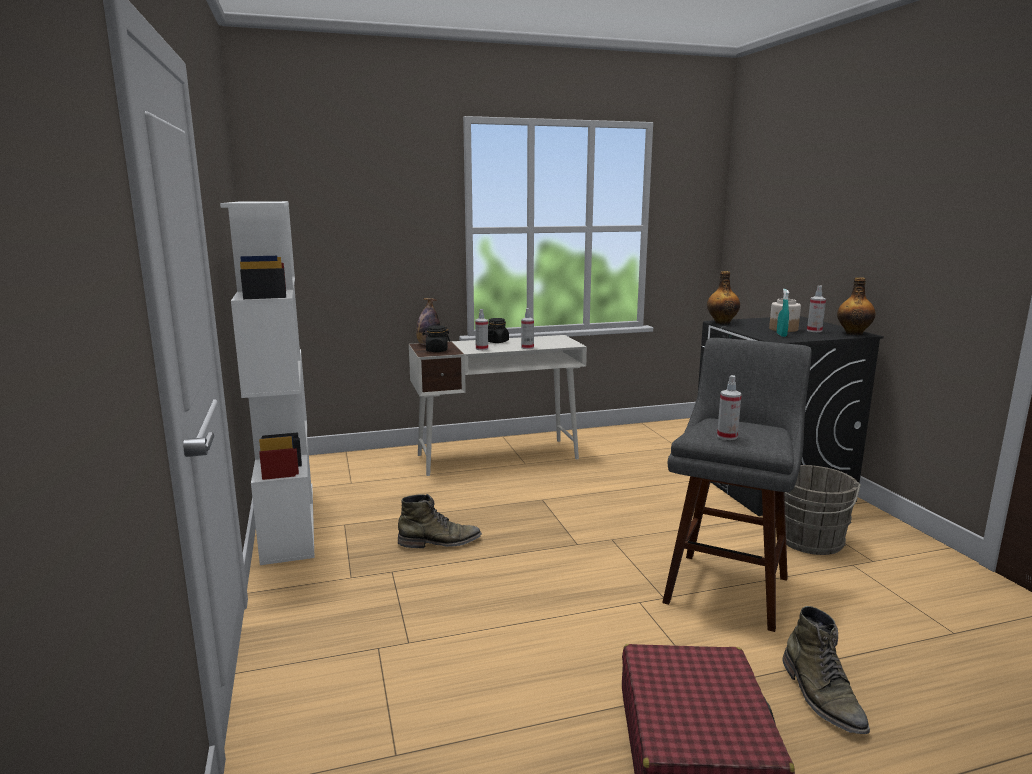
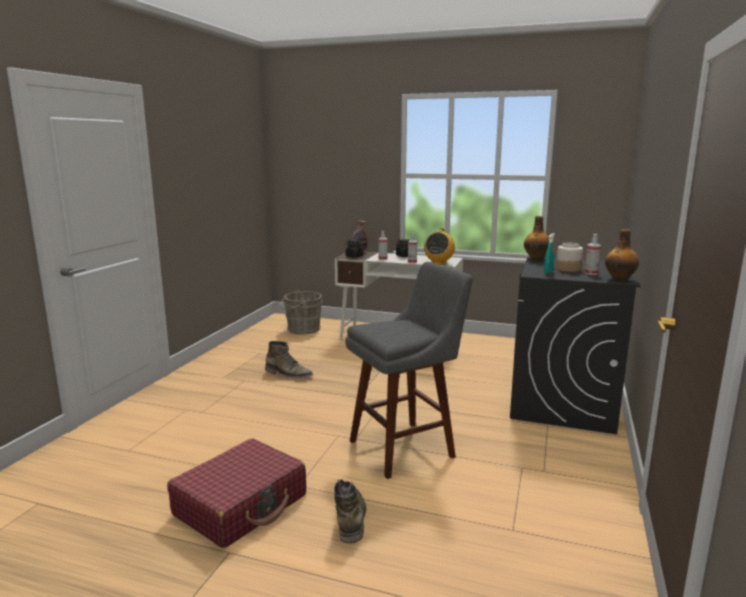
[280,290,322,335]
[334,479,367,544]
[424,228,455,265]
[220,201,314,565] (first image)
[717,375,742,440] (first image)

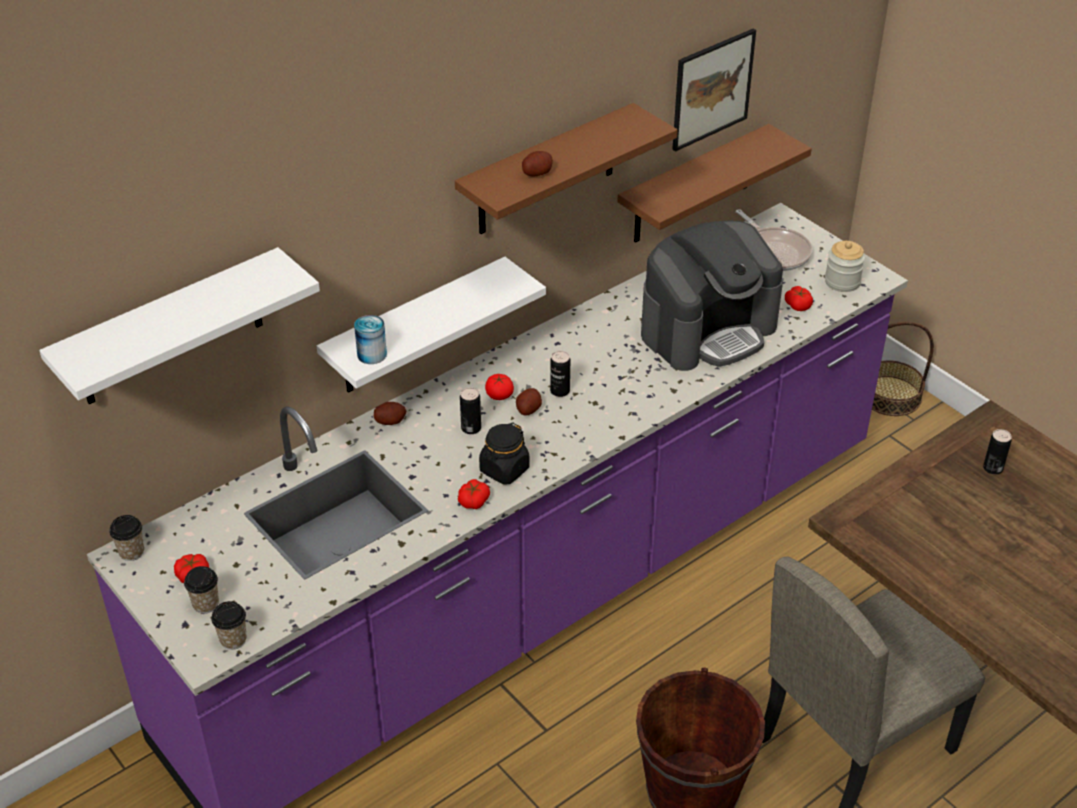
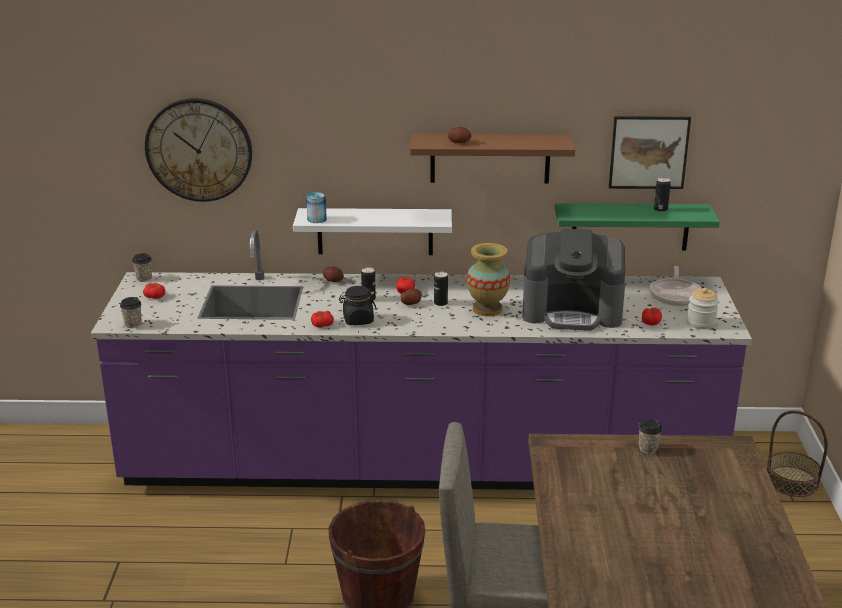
[145,98,252,202]
[467,243,510,316]
[555,203,720,250]
[638,419,662,454]
[654,177,671,212]

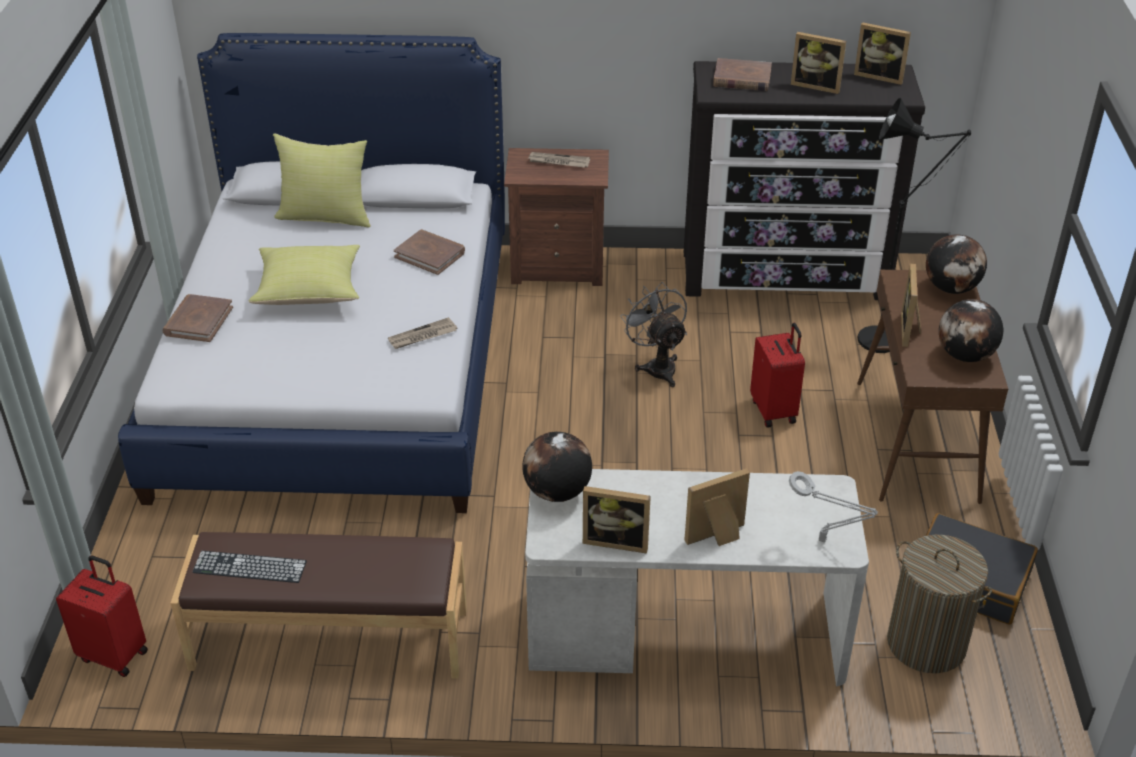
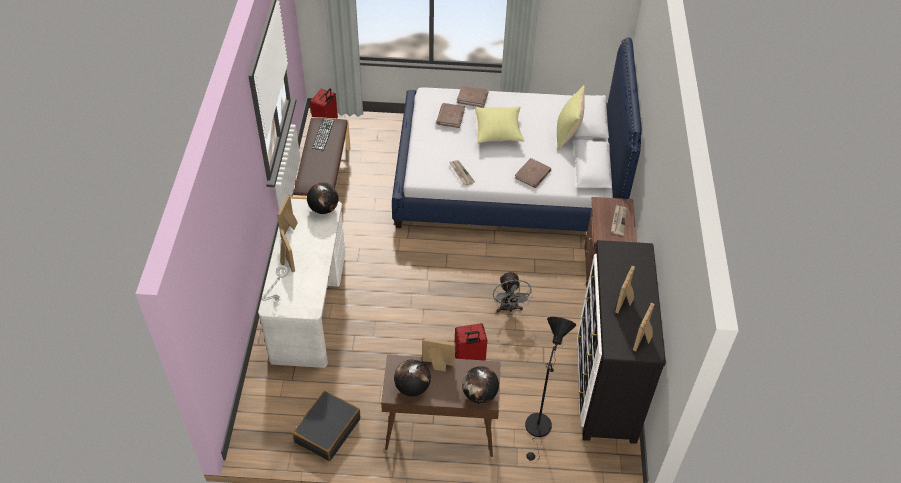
[436,103,465,128]
[493,271,533,313]
[887,534,992,673] (first image)

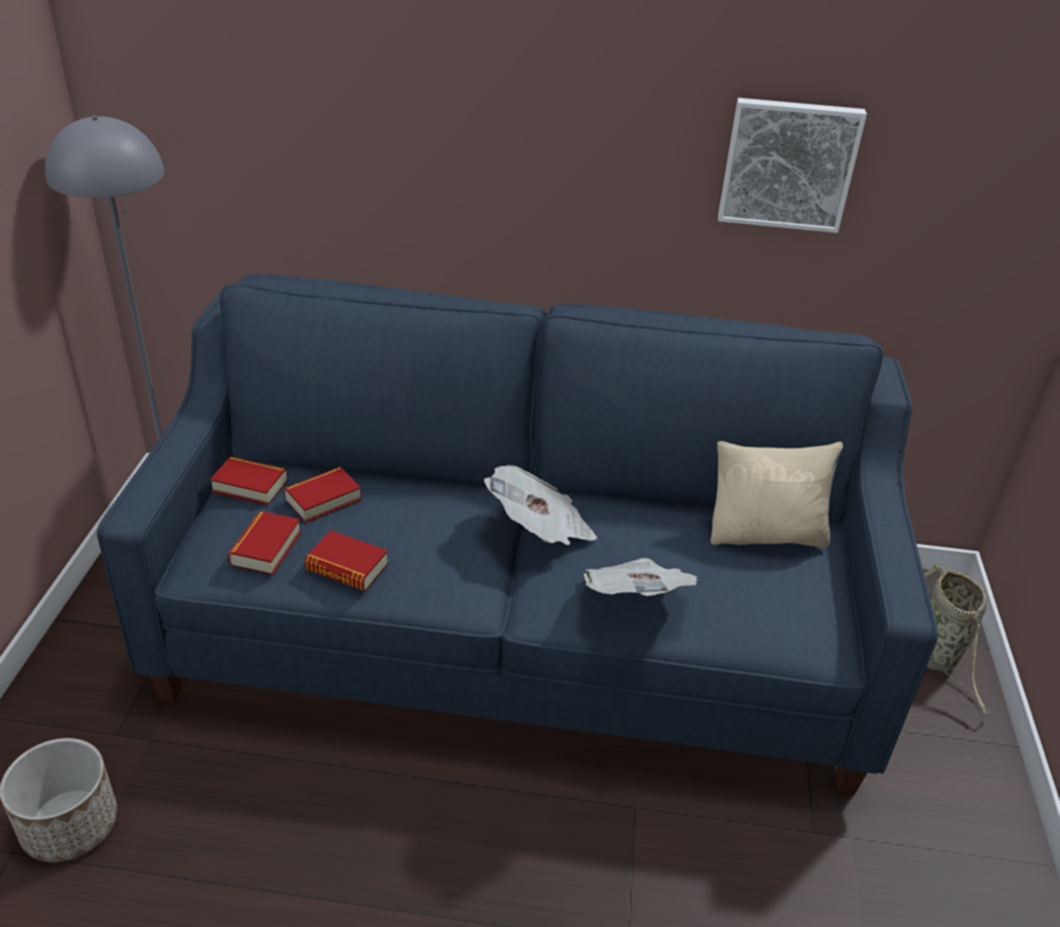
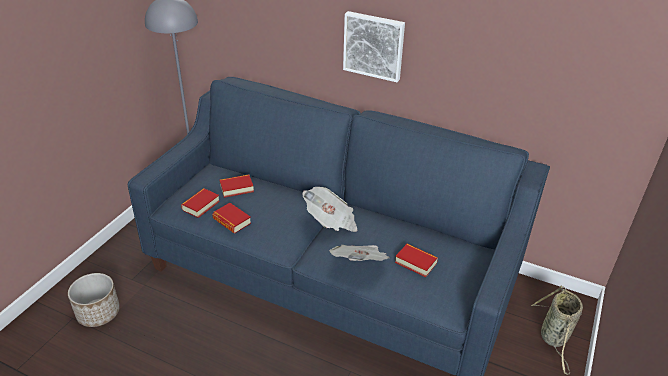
[343,11,405,82]
[395,244,438,277]
[711,441,843,548] (first image)

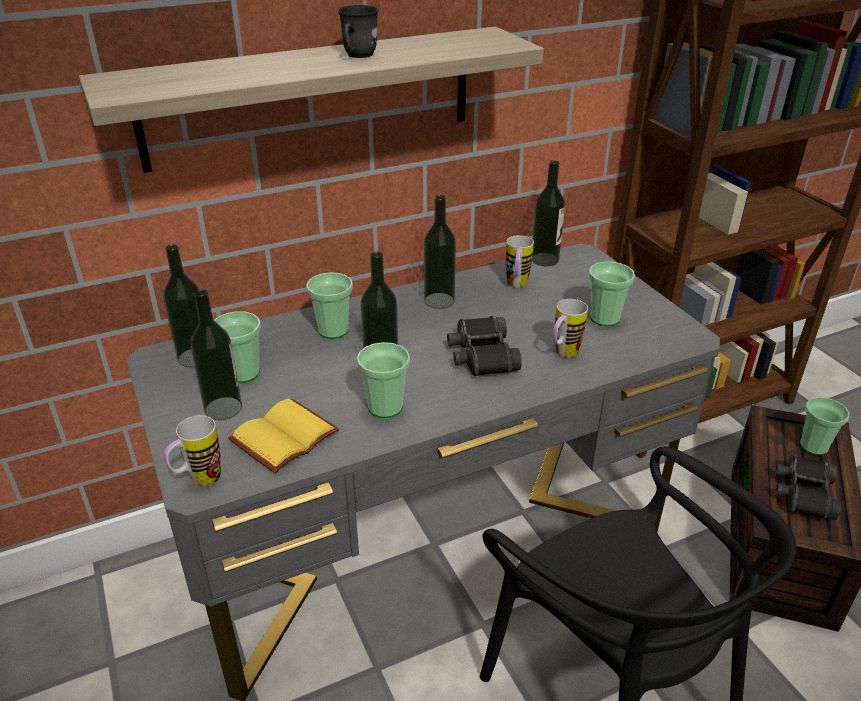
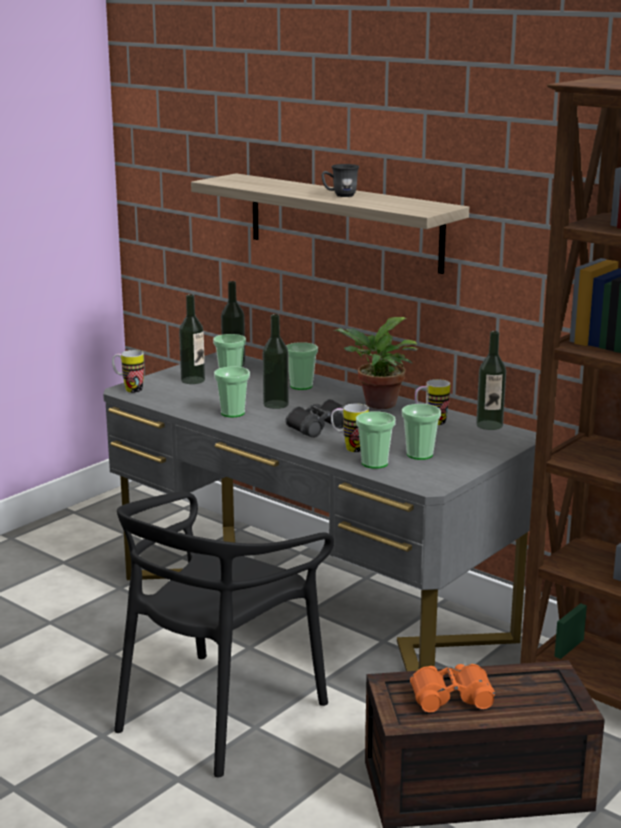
[334,317,418,409]
[356,411,396,469]
[410,664,495,712]
[228,399,339,473] (first image)

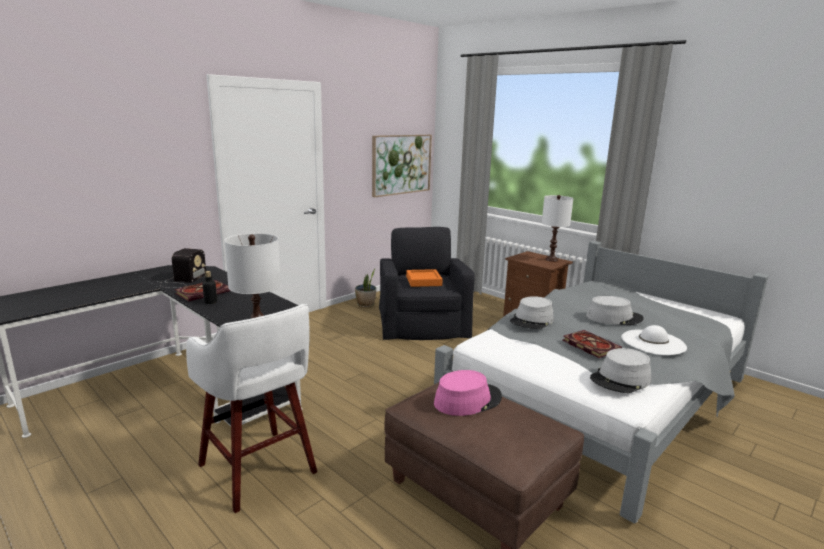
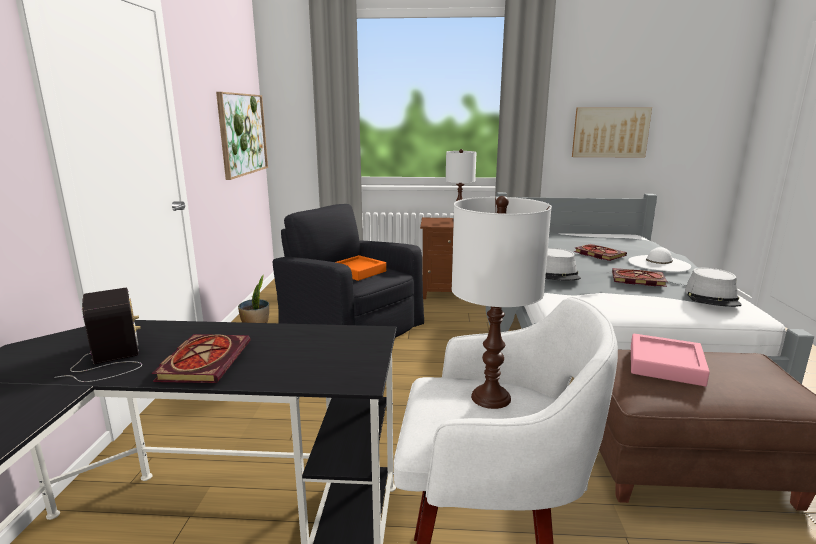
[572,108,652,158]
[574,244,627,261]
[631,334,710,386]
[202,271,217,304] (first image)

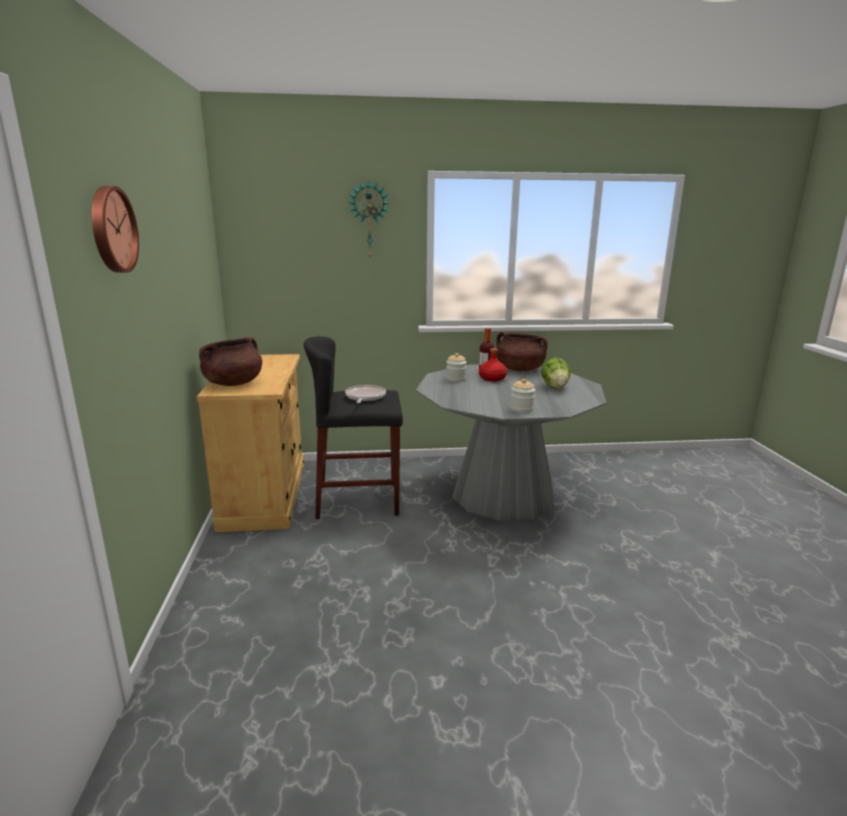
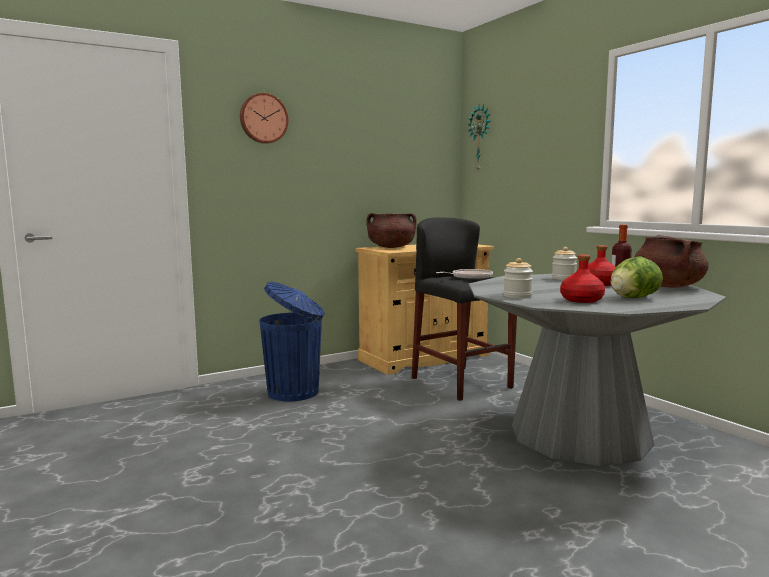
[259,282,325,402]
[468,104,491,170]
[560,254,605,303]

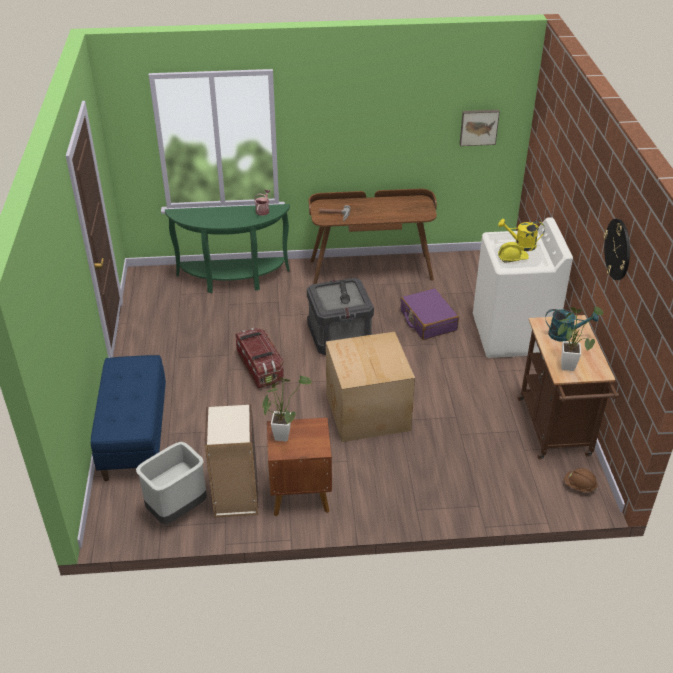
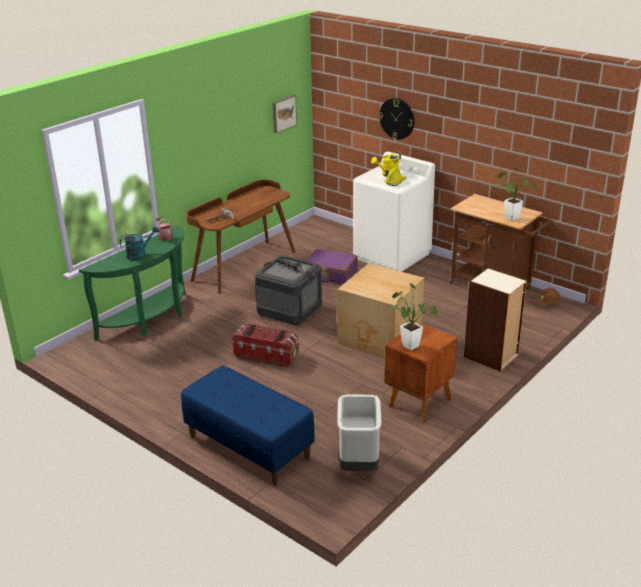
[120,226,159,260]
[379,98,414,140]
[464,268,527,372]

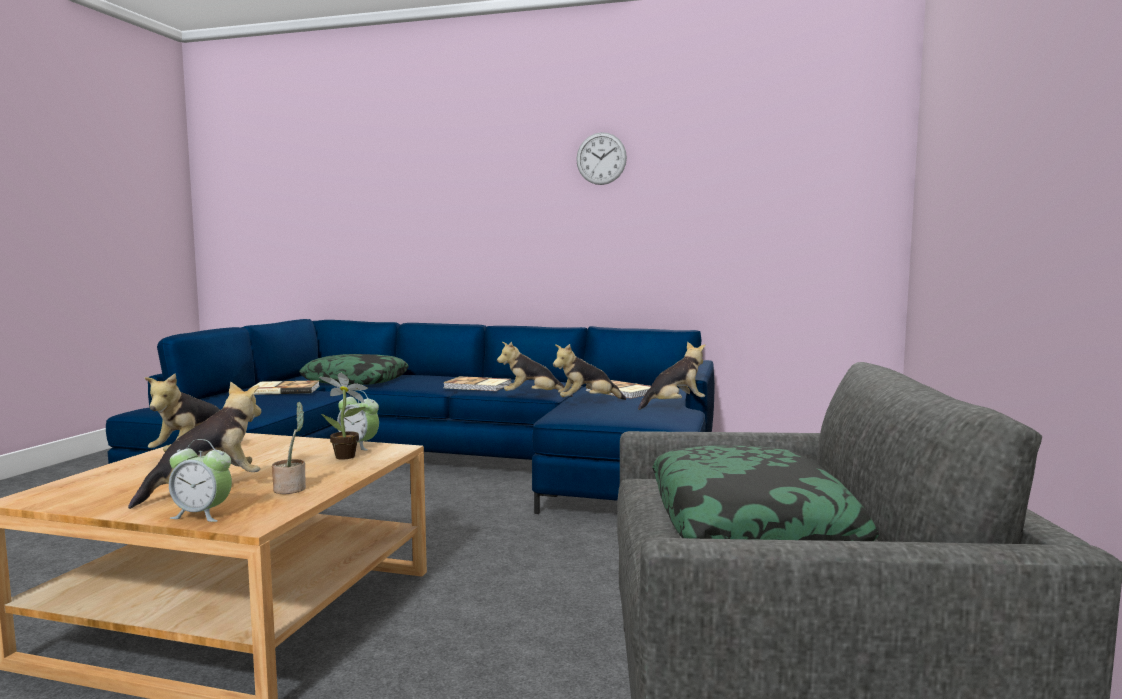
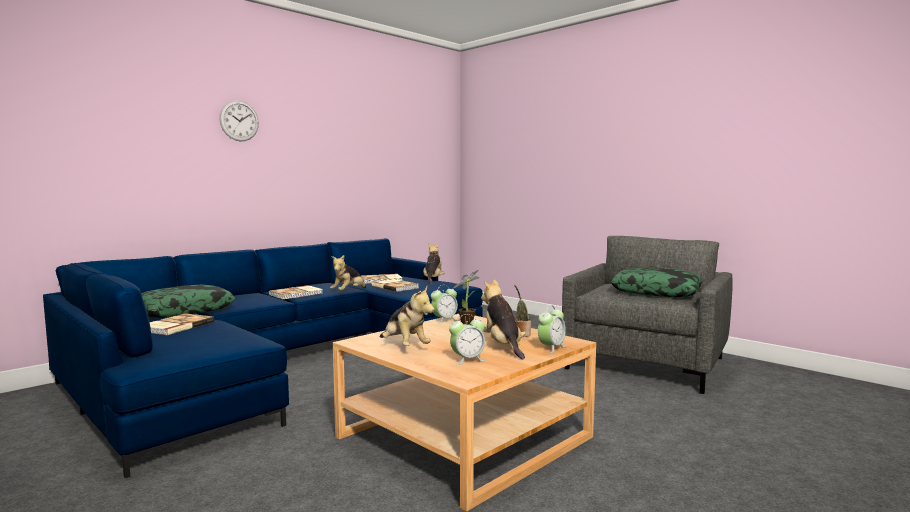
[219,101,259,141]
[372,279,419,292]
[449,314,485,365]

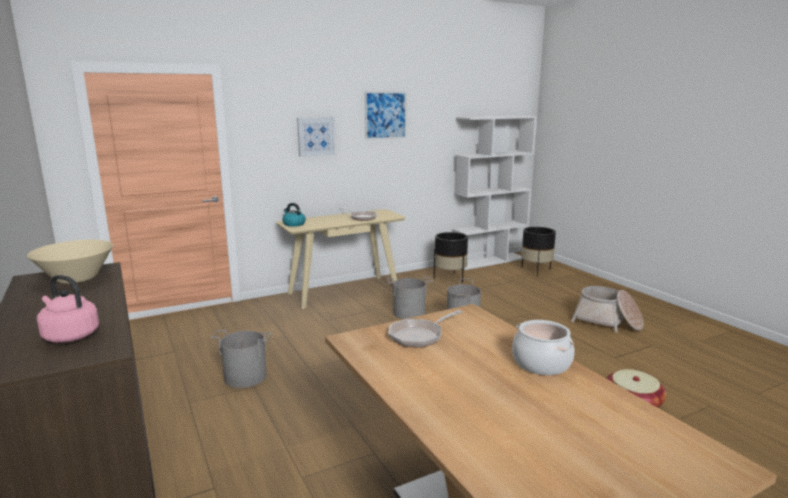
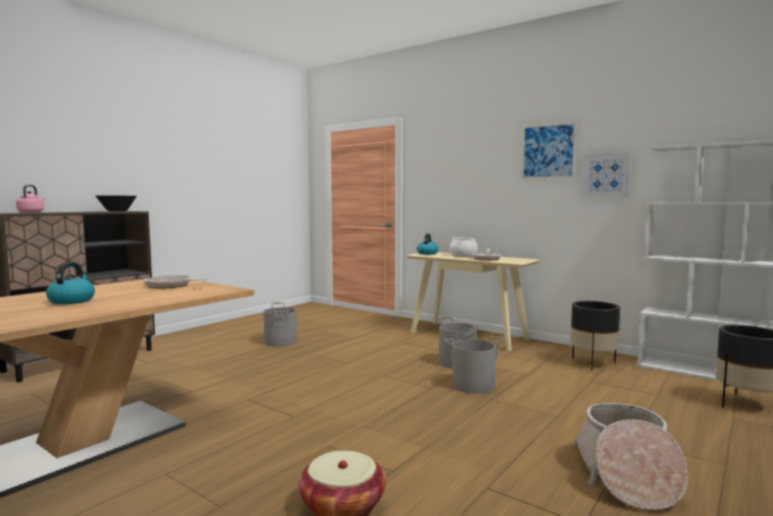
[46,262,95,304]
[96,196,137,212]
[450,238,478,257]
[582,152,632,198]

